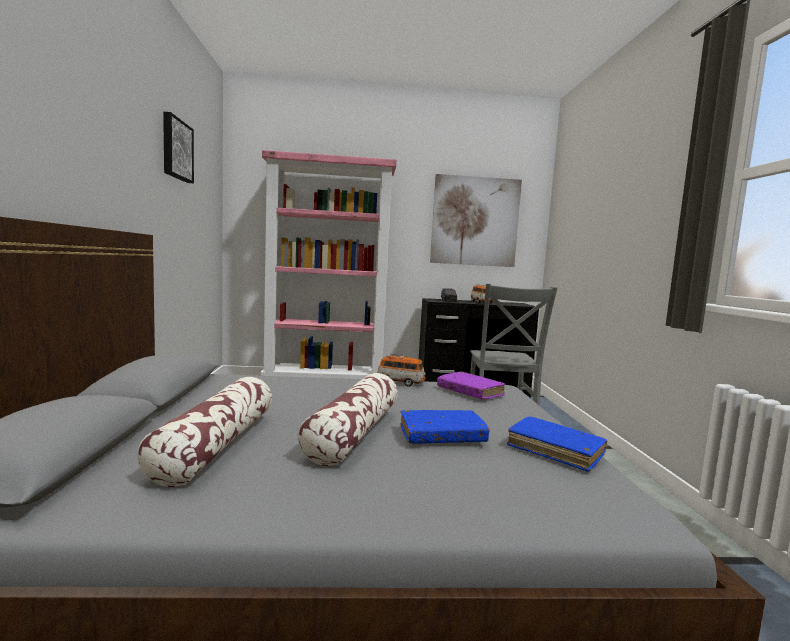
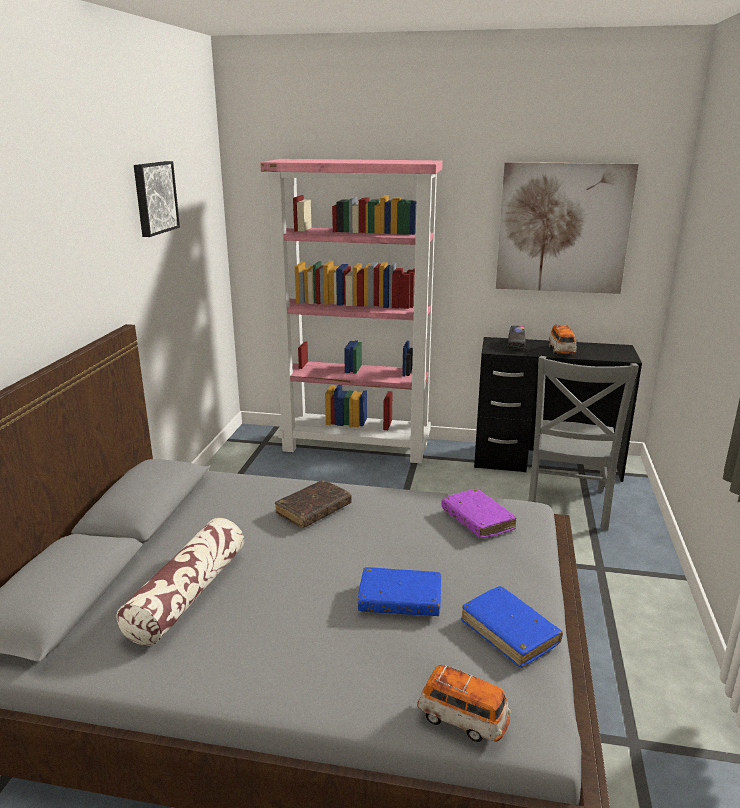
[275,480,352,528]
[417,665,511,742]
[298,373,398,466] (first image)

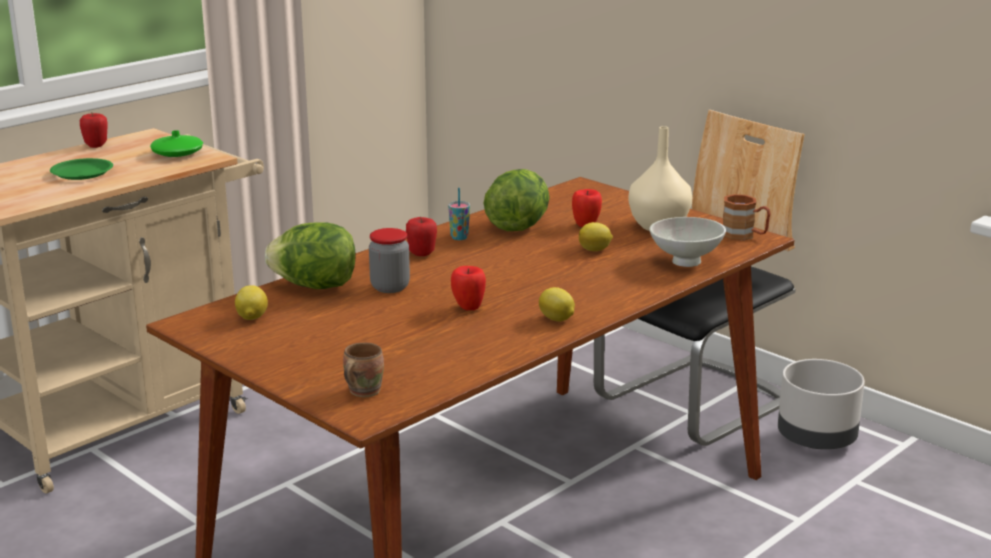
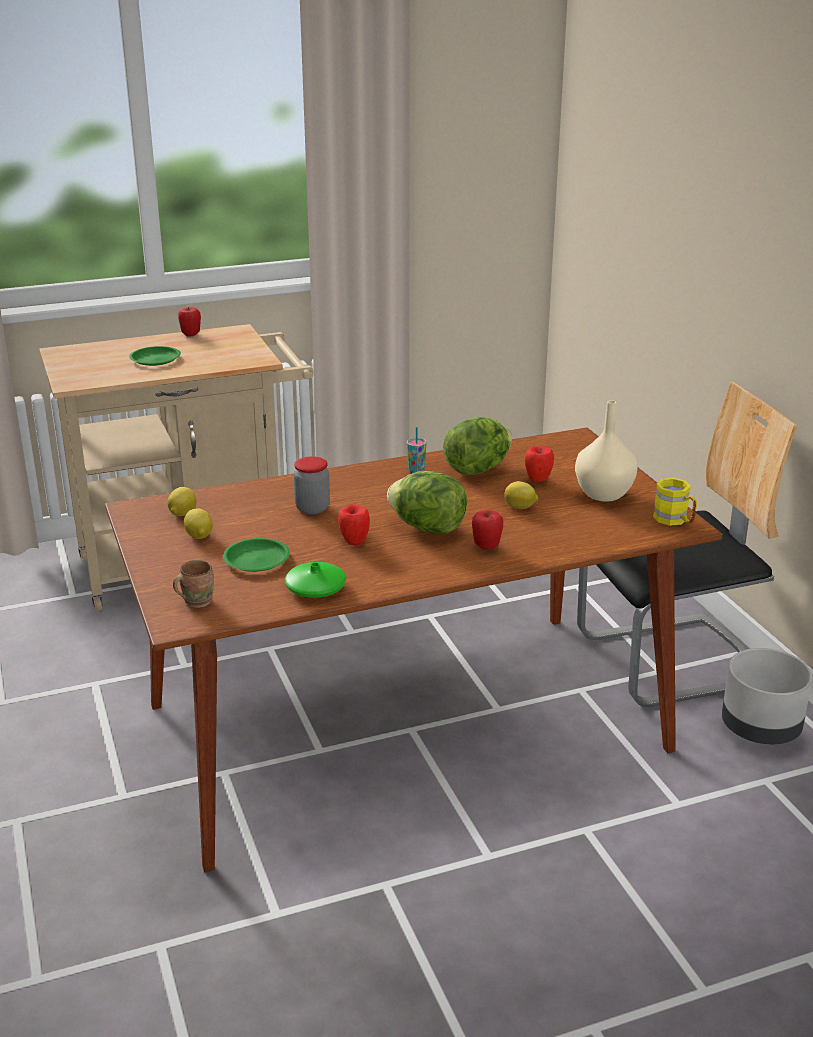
[184,508,213,539]
[223,538,290,572]
[285,562,346,598]
[387,471,467,534]
[472,510,503,550]
[653,478,697,526]
[649,217,726,267] (first image)

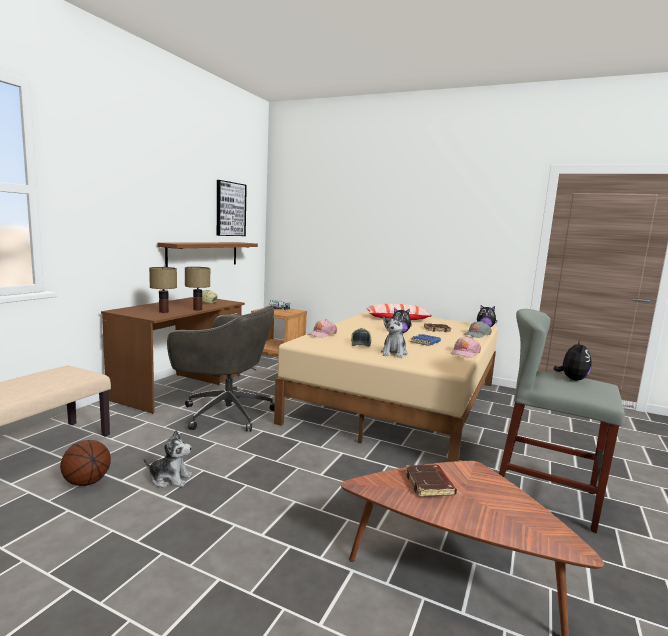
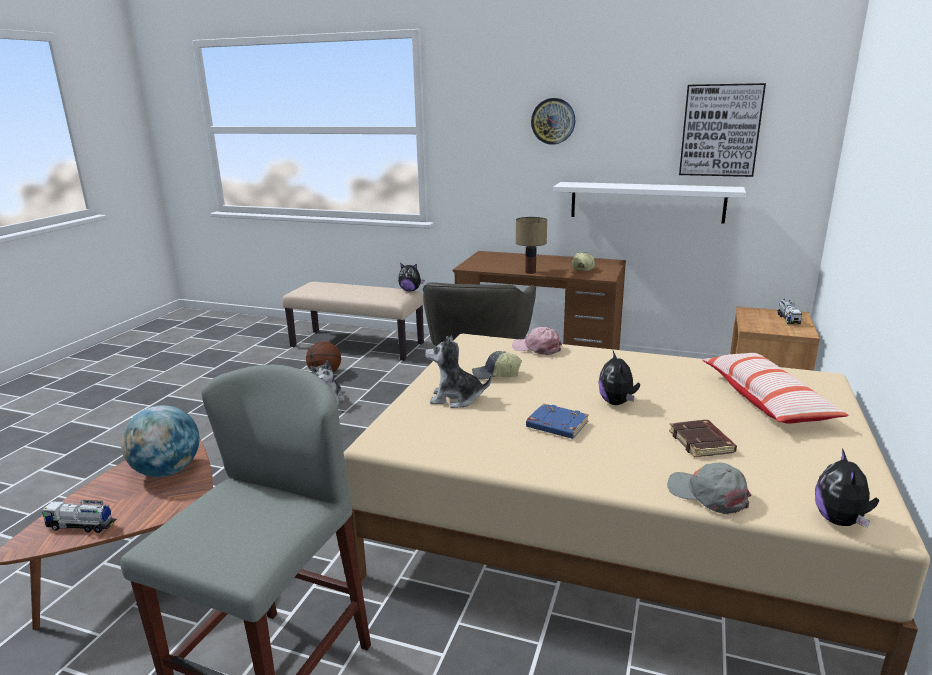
[42,500,116,533]
[121,405,200,477]
[398,263,424,291]
[531,98,575,145]
[553,182,746,224]
[149,267,177,313] (first image)
[450,336,481,358] (first image)

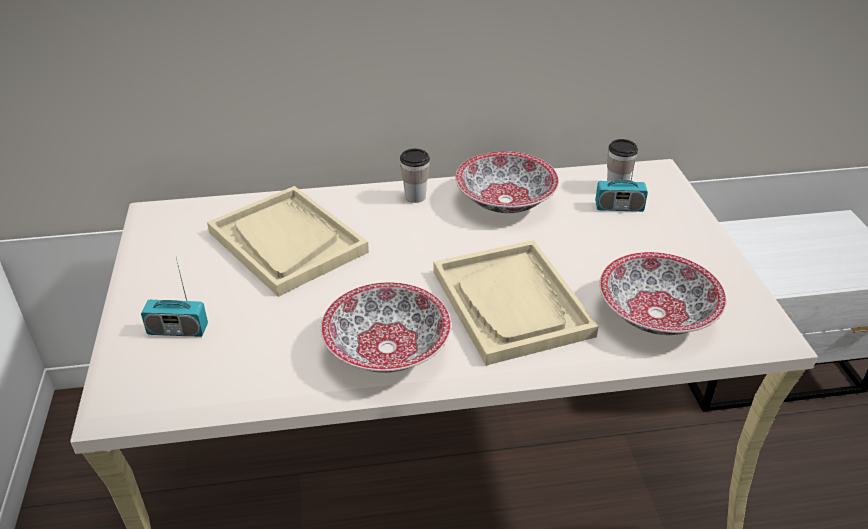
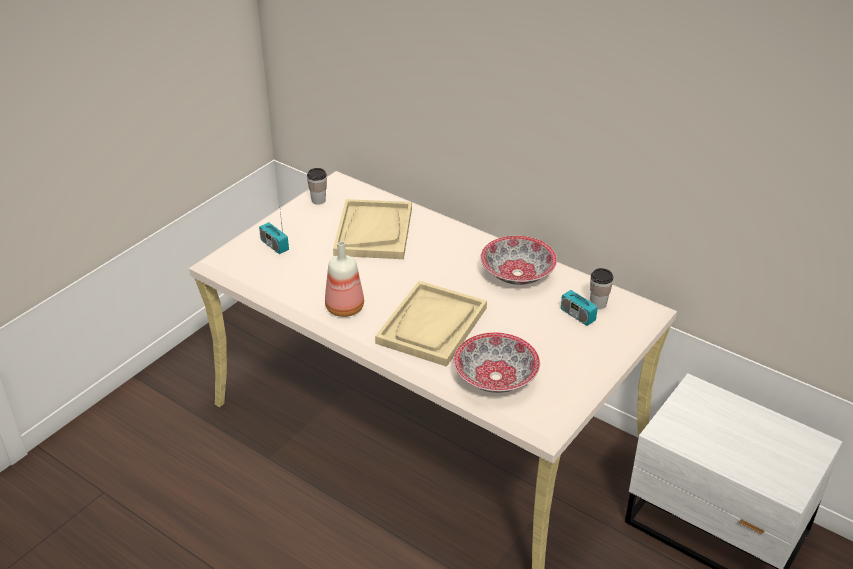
[307,168,327,205]
[325,241,364,317]

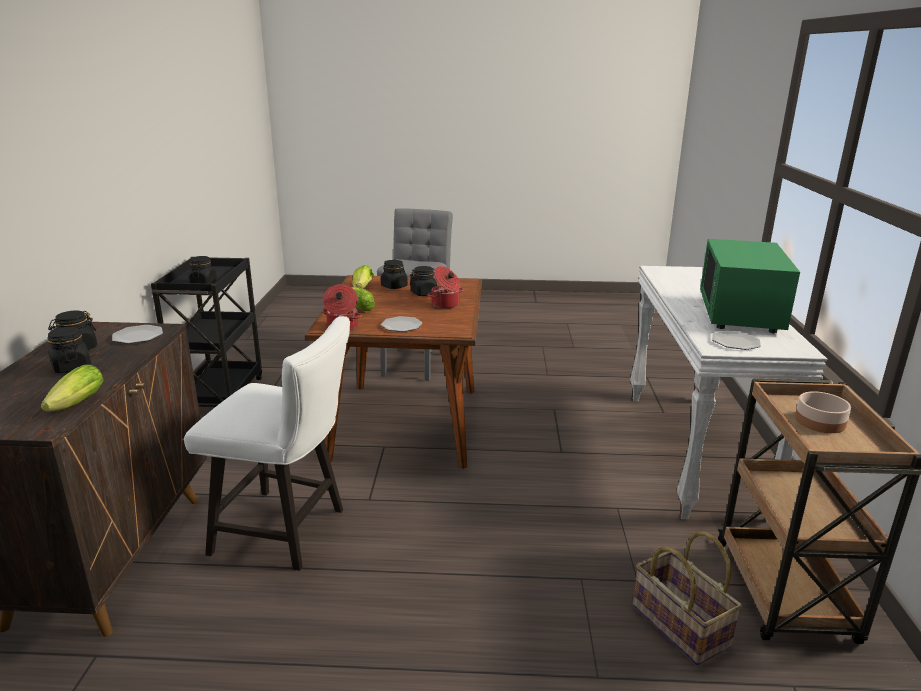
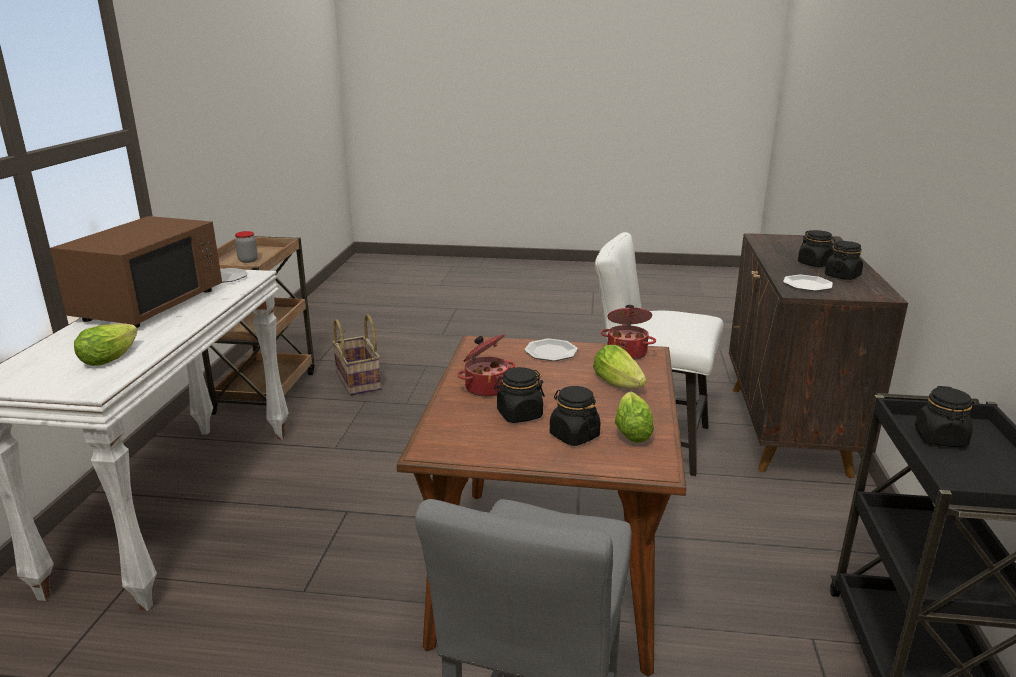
[50,216,222,328]
[74,324,138,366]
[235,231,258,263]

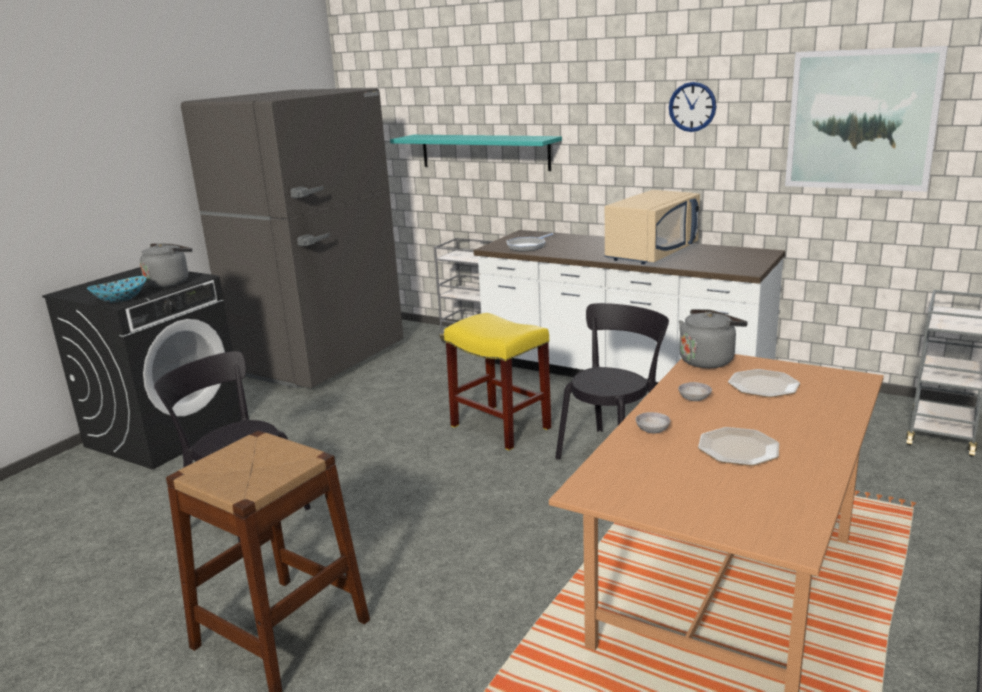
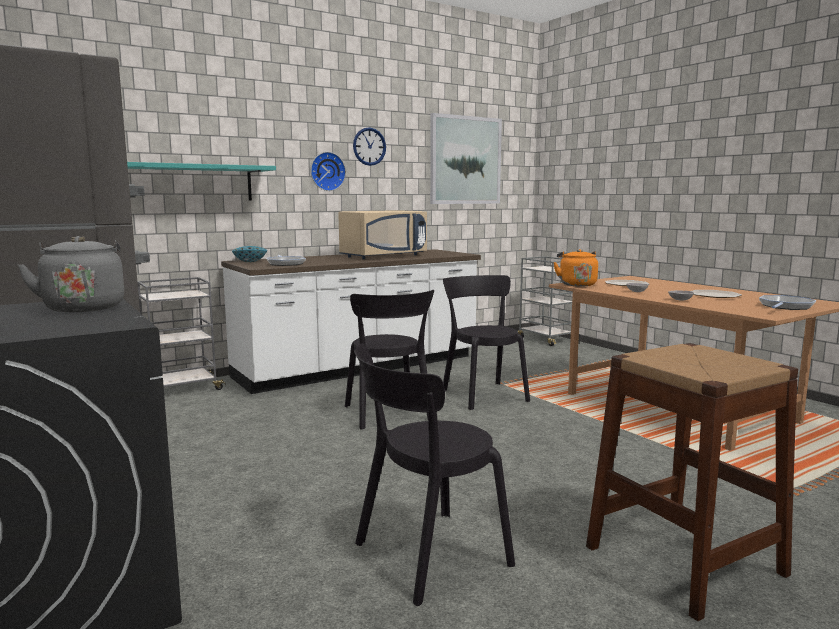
[232,246,267,262]
[311,152,346,191]
[338,211,427,259]
[345,290,434,429]
[553,249,598,287]
[759,295,816,310]

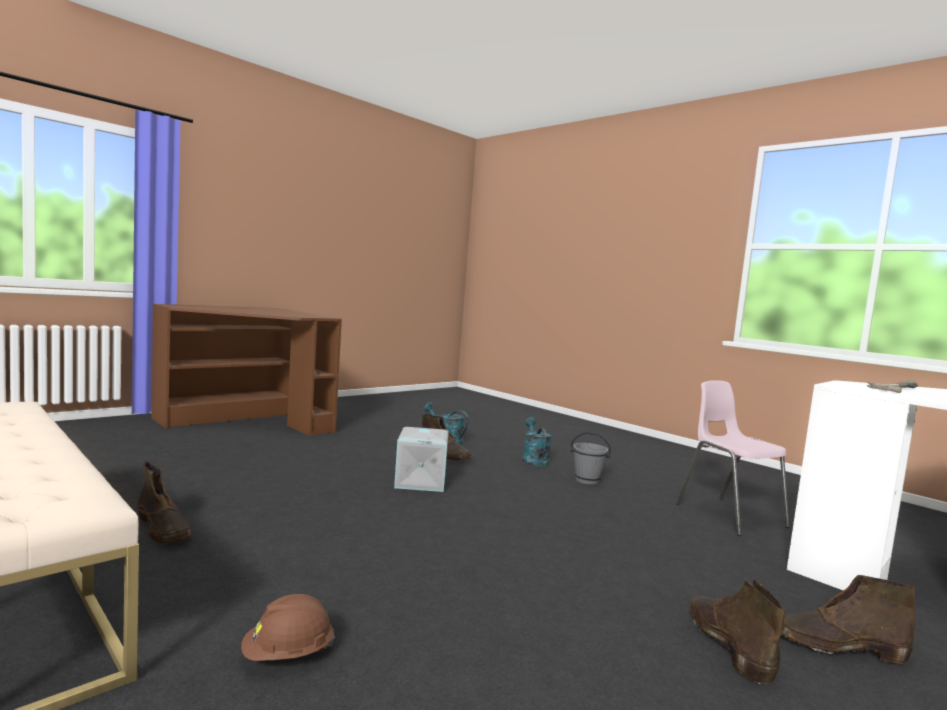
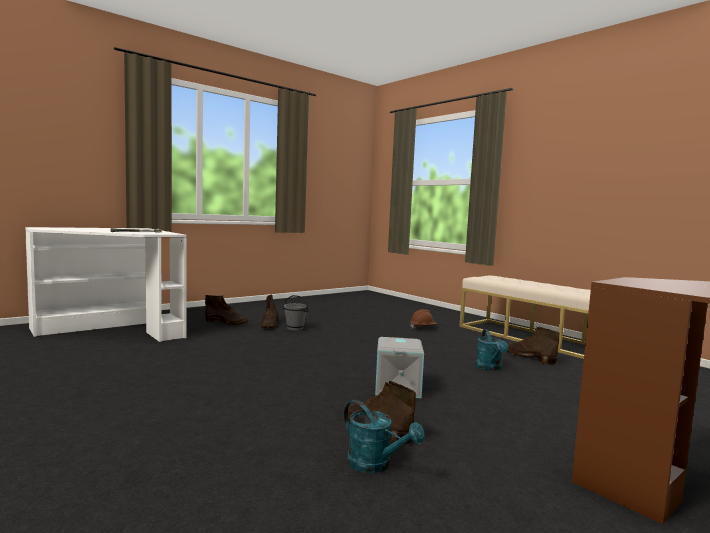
[283,295,309,331]
[476,330,508,371]
[676,380,790,536] (first image)

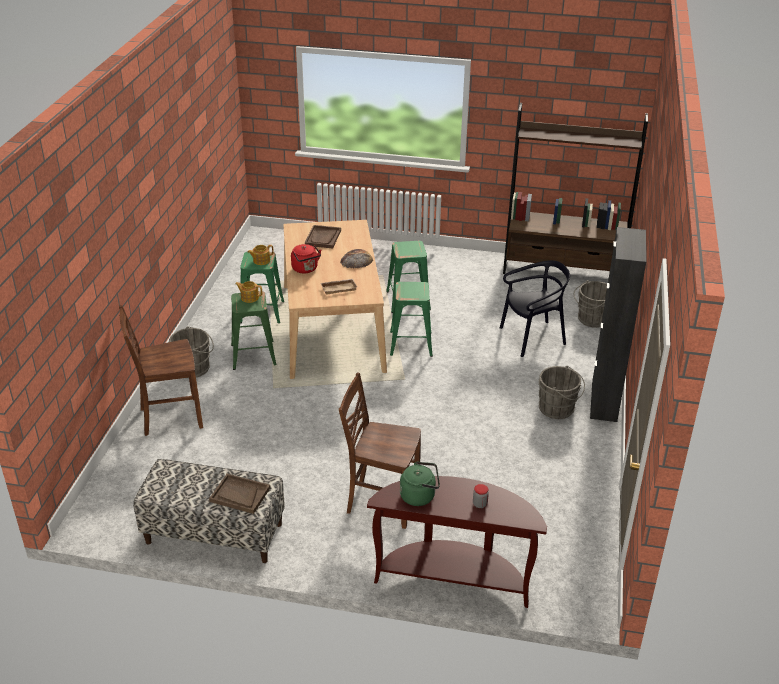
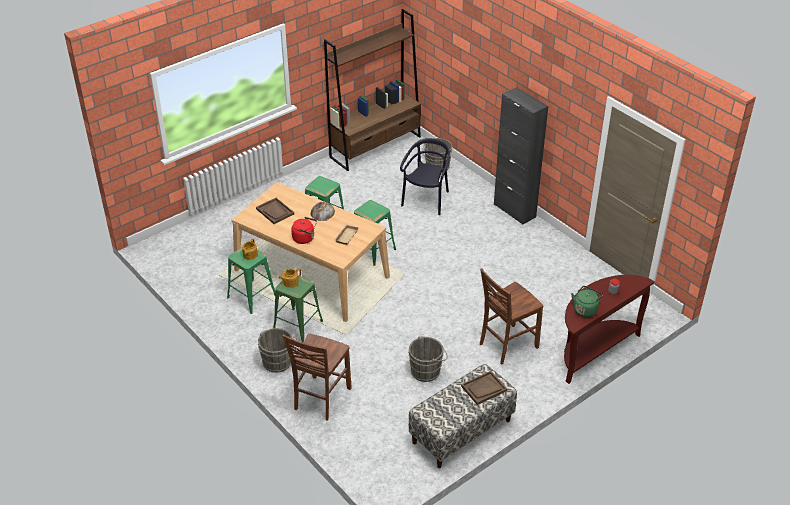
[409,336,448,382]

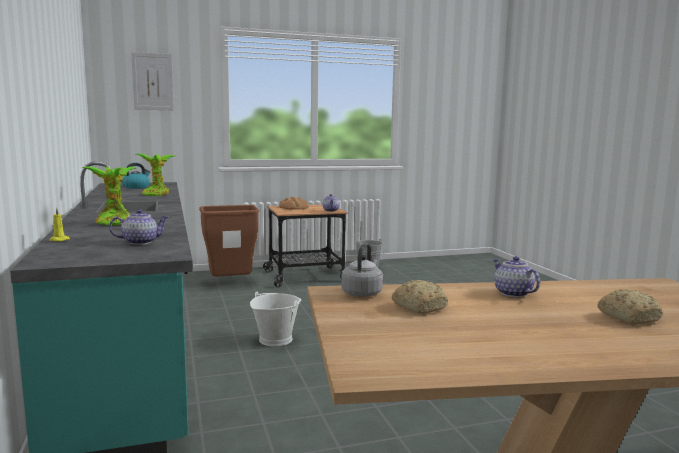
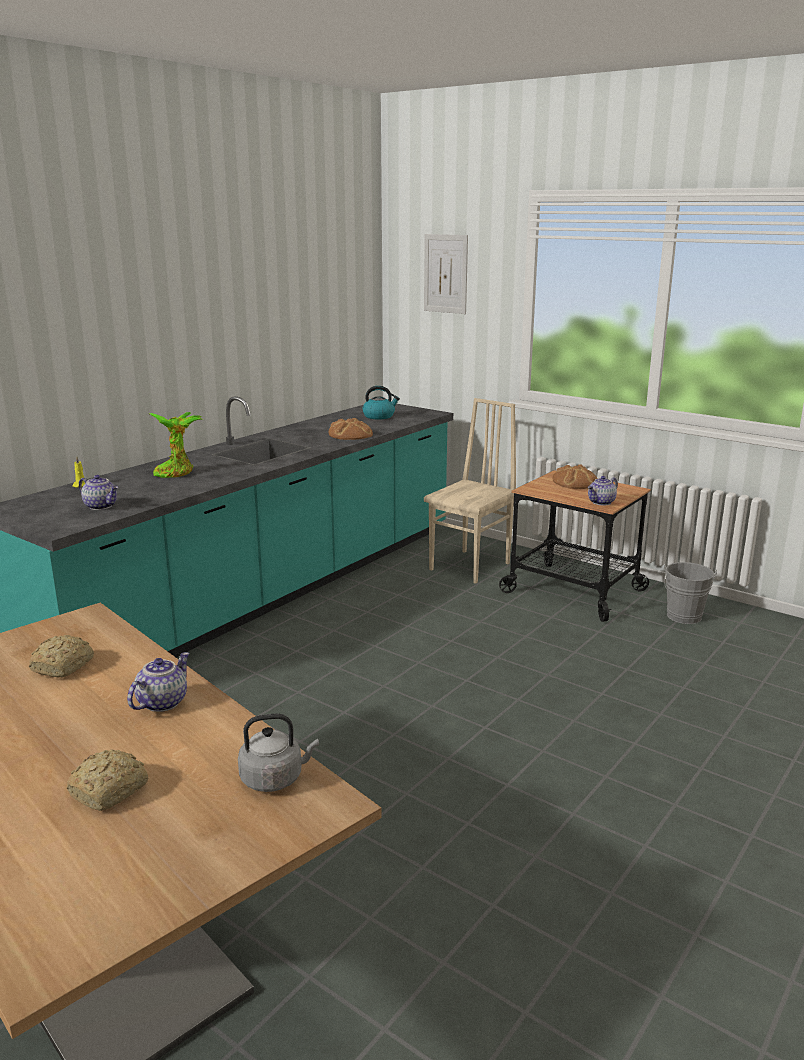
[238,714,319,792]
[329,418,373,440]
[424,398,516,584]
[250,292,301,346] (first image)

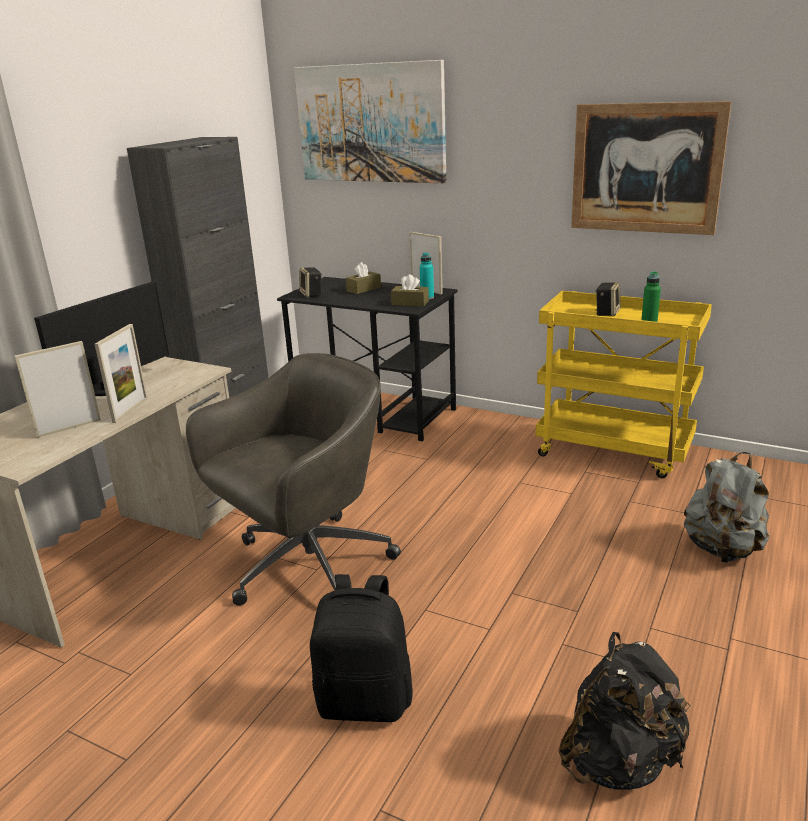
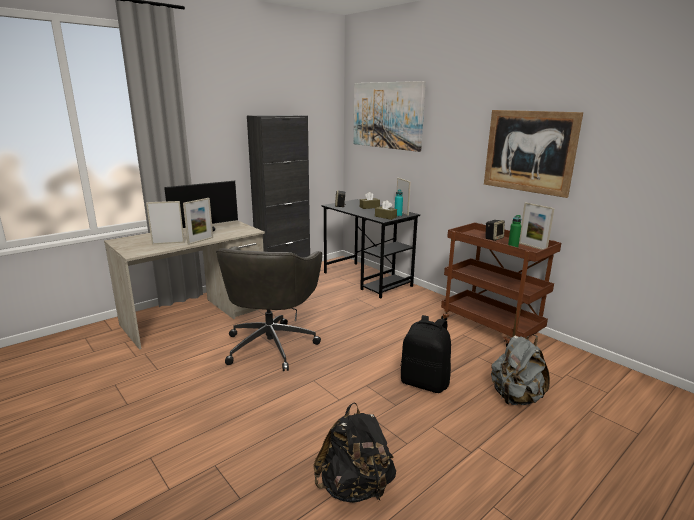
[216,246,322,371]
[401,315,451,393]
[441,222,561,347]
[519,202,554,250]

